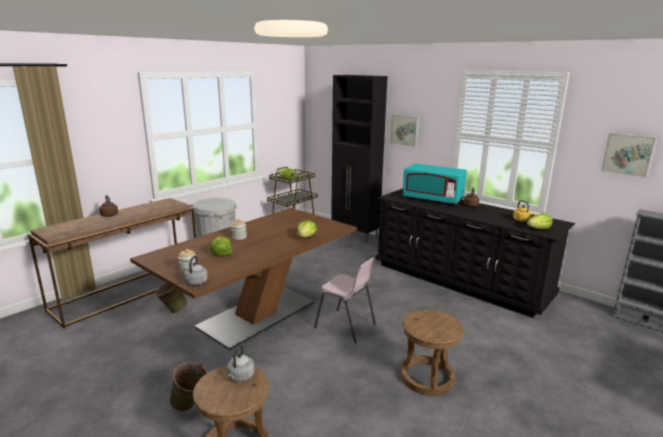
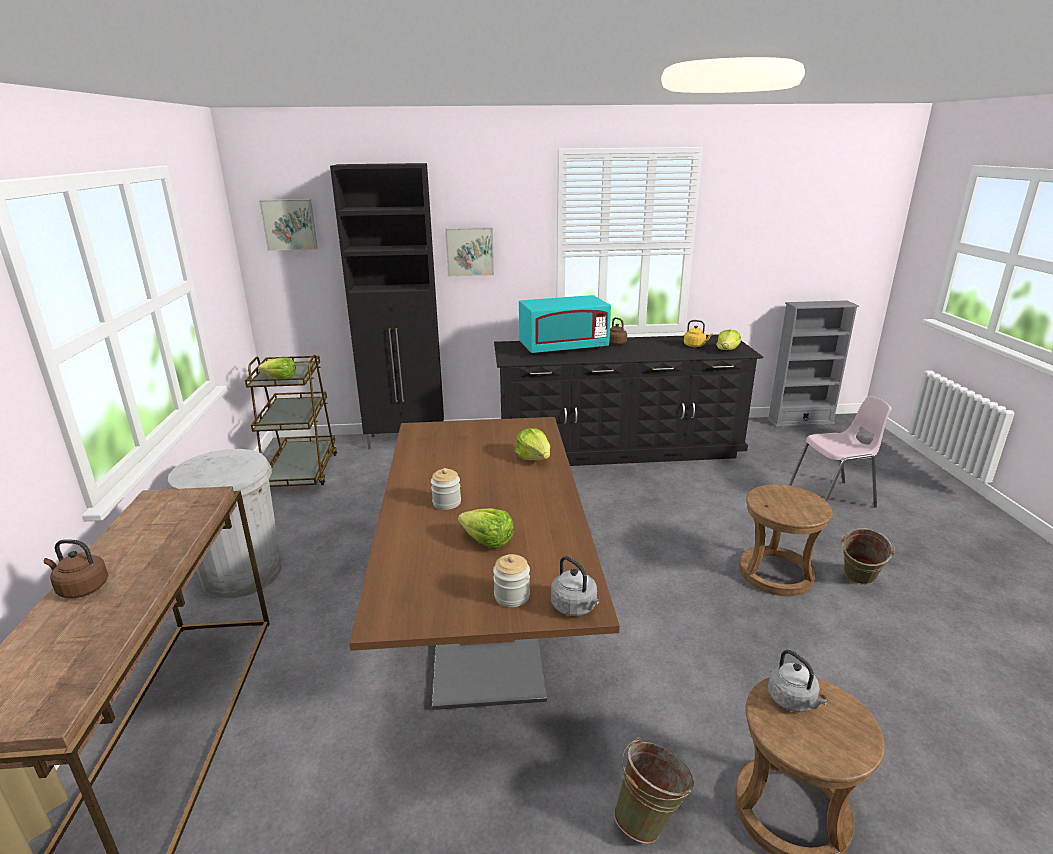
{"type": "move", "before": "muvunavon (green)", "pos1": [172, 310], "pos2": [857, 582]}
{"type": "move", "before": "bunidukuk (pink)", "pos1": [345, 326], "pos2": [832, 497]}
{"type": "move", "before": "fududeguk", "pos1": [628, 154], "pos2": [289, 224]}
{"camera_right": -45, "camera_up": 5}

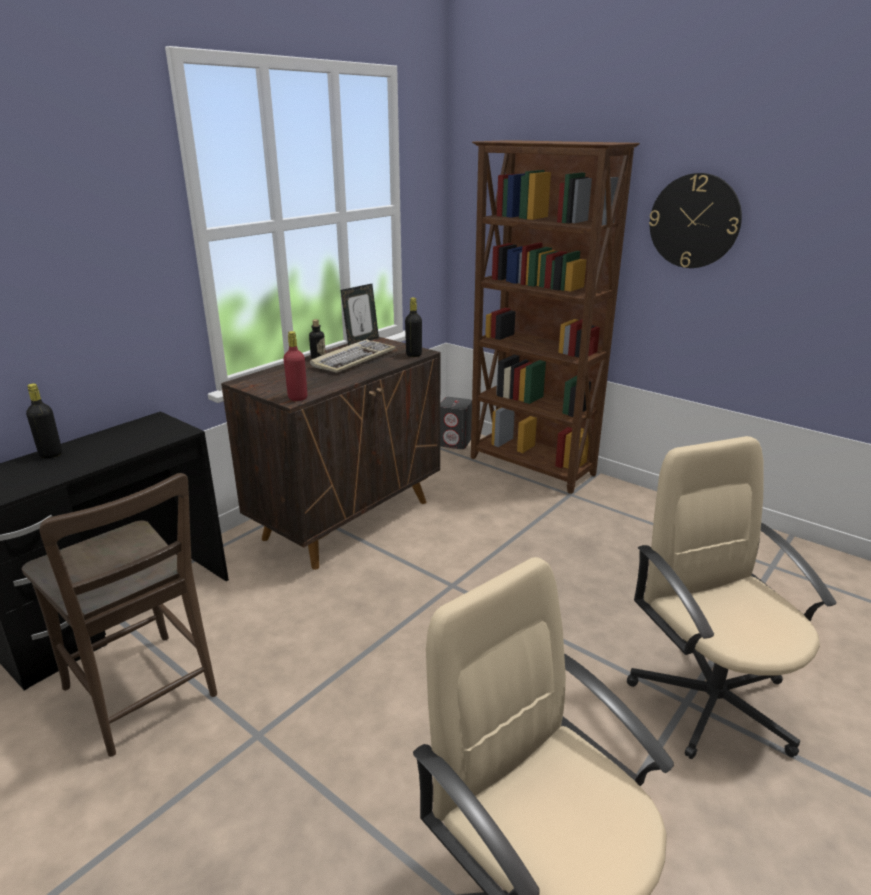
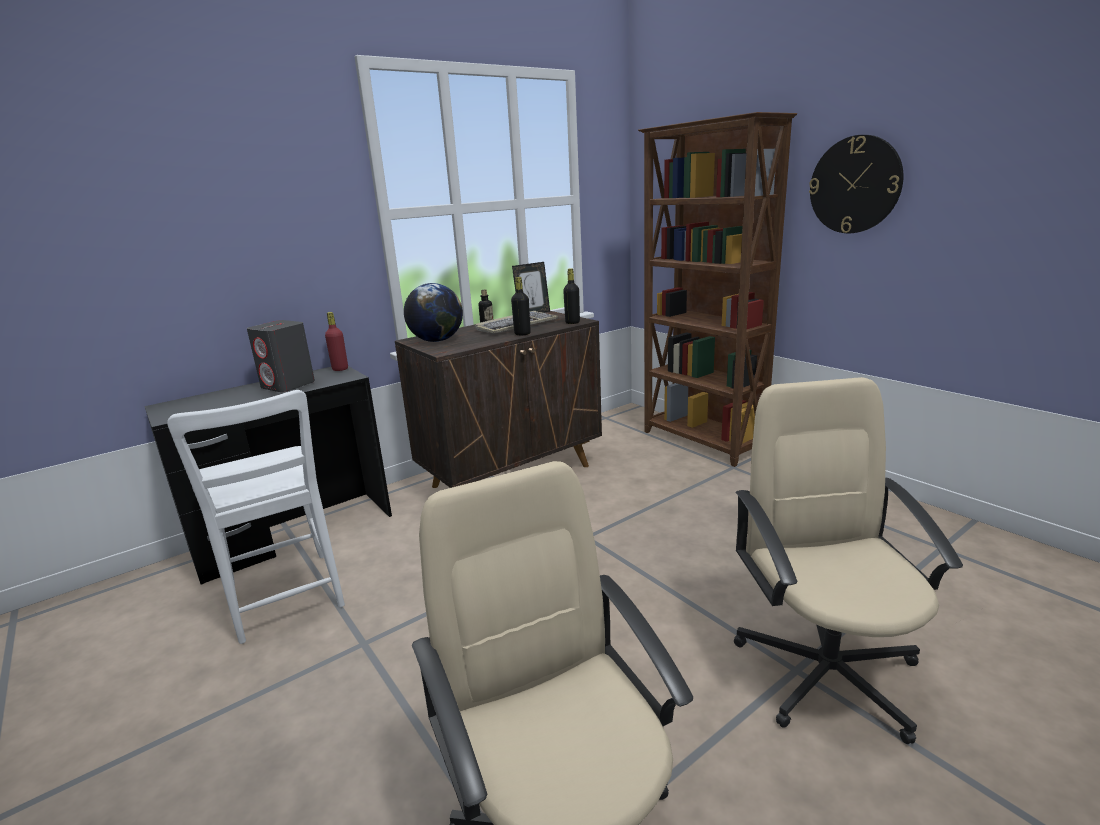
{"type": "recolor", "before": "bunidukuk (brown)", "after": "bunidukuk (white)", "pos1": [144, 696], "pos2": [286, 600]}
{"type": "move", "before": "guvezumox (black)", "pos1": [51, 454], "pos2": [522, 334]}
{"type": "move", "before": "guvezumox (red)", "pos1": [297, 398], "pos2": [340, 369]}
{"type": "move", "before": "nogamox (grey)", "pos1": [455, 443], "pos2": [288, 385]}
{"type": "insert", "after": "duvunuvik", "pos2": [436, 341]}
{"camera_right": 15, "camera_up": -5}

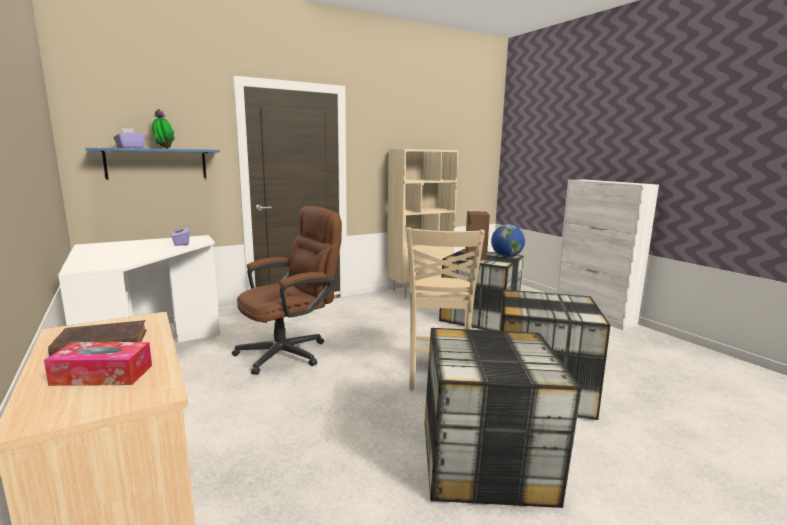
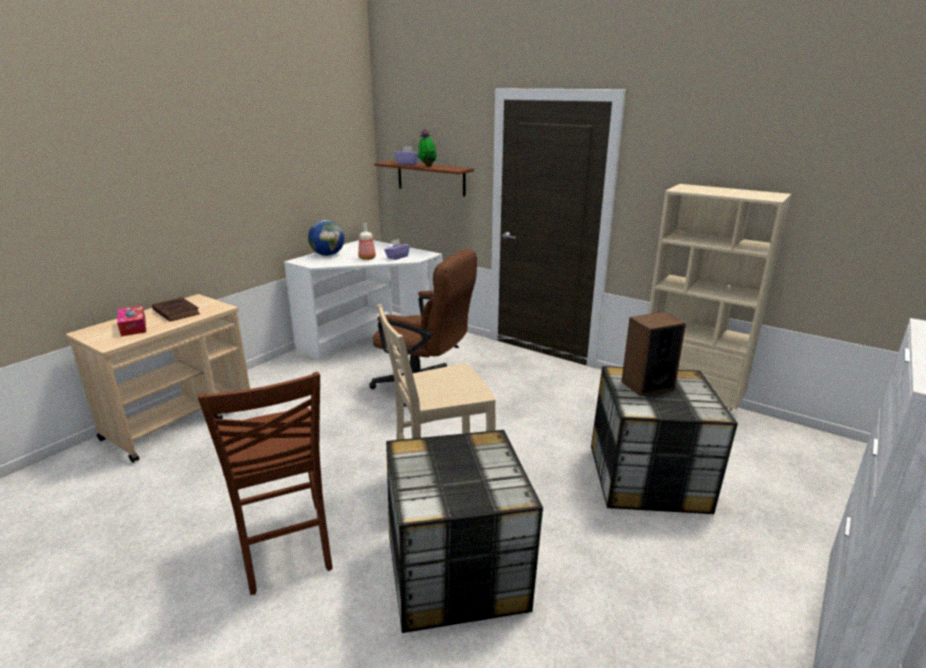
{"type": "recolor", "before": "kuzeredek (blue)", "after": "kuzeredek (brown)", "pos1": [156, 163], "pos2": [431, 178]}
{"type": "replace", "before": "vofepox", "after": "bunidukuk (brown)", "pos1": [486, 463], "pos2": [285, 549]}
{"type": "move", "before": "duvunuvik", "pos1": [506, 256], "pos2": [327, 255]}
{"type": "insert", "after": "guvezumox", "pos2": [367, 258]}
{"camera_right": 65, "camera_up": 10}

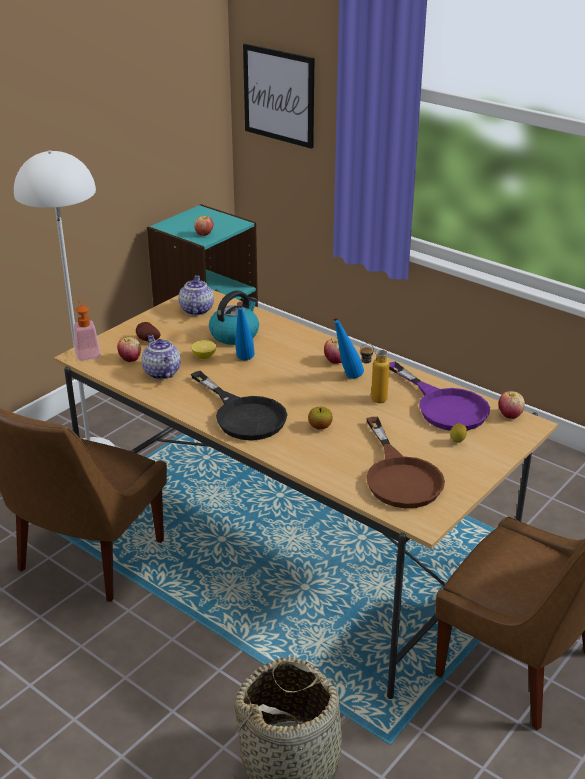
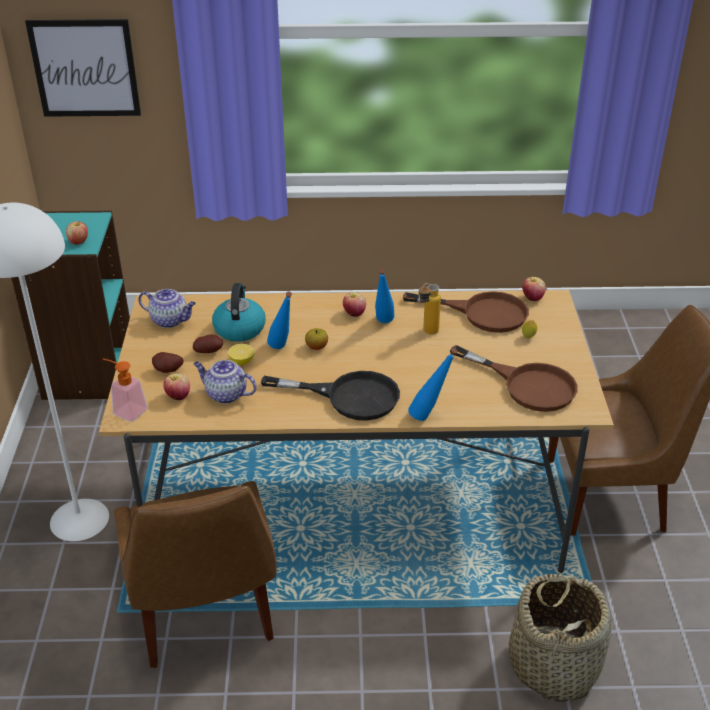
{"type": "rotate", "before": "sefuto", "pos1": [196, 309], "pos2": [170, 320], "turn": 150}
{"type": "move", "before": "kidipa", "pos1": [320, 427], "pos2": [316, 347]}
{"type": "recolor", "before": "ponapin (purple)", "after": "ponapin (brown)", "pos1": [444, 406], "pos2": [482, 313]}
{"type": "insert", "after": "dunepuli", "pos2": [209, 351]}
{"type": "insert", "after": "guvezumox (blue)", "pos2": [430, 416]}
{"camera_right": -40, "camera_up": 5}

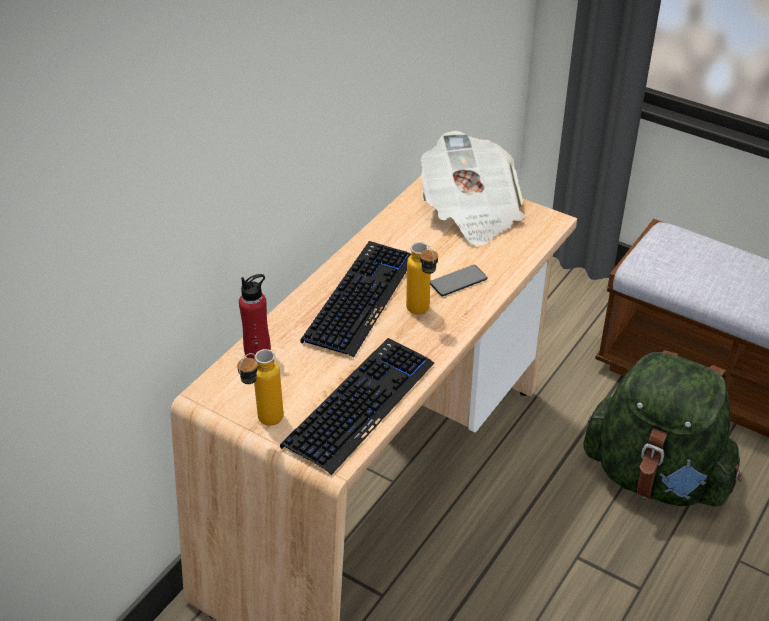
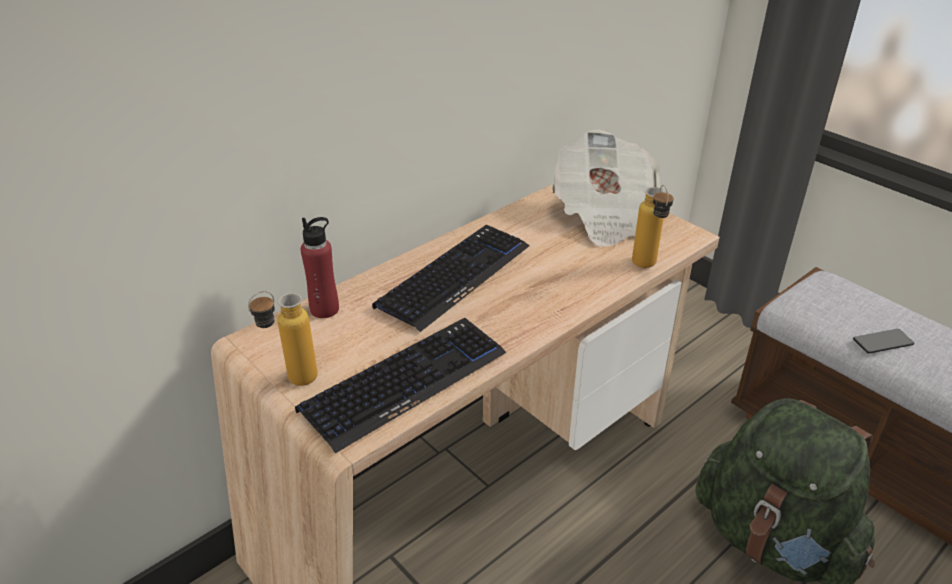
{"type": "move", "before": "guvezumox", "pos1": [422, 314], "pos2": [647, 268]}
{"type": "move", "before": "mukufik", "pos1": [458, 281], "pos2": [882, 342]}
{"camera_right": 15, "camera_up": -5}

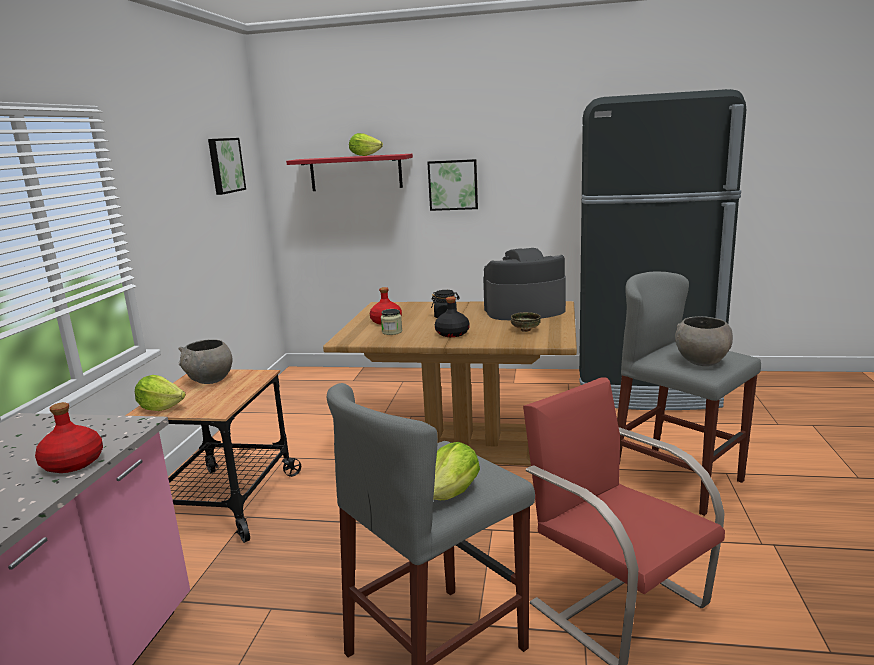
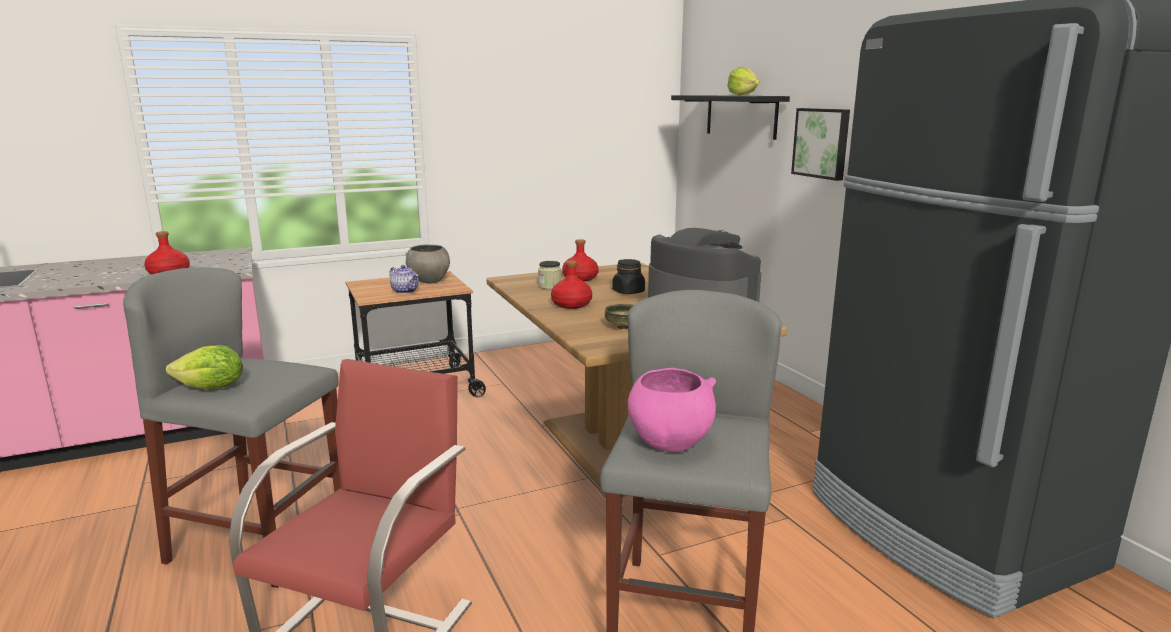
{"type": "delete", "before": "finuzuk", "pos1": [161, 408]}
{"type": "delete", "before": "fududeguk", "pos1": [225, 165]}
{"type": "recolor", "before": "kuzeredek (red)", "after": "kuzeredek (black)", "pos1": [355, 173], "pos2": [741, 116]}
{"type": "recolor", "before": "guvezumox (black)", "after": "guvezumox (red)", "pos1": [452, 333], "pos2": [571, 304]}
{"type": "recolor", "before": "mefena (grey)", "after": "mefena (pink)", "pos1": [701, 361], "pos2": [669, 441]}
{"type": "insert", "after": "sefuto", "pos2": [405, 291]}
{"camera_right": 55, "camera_up": 0}

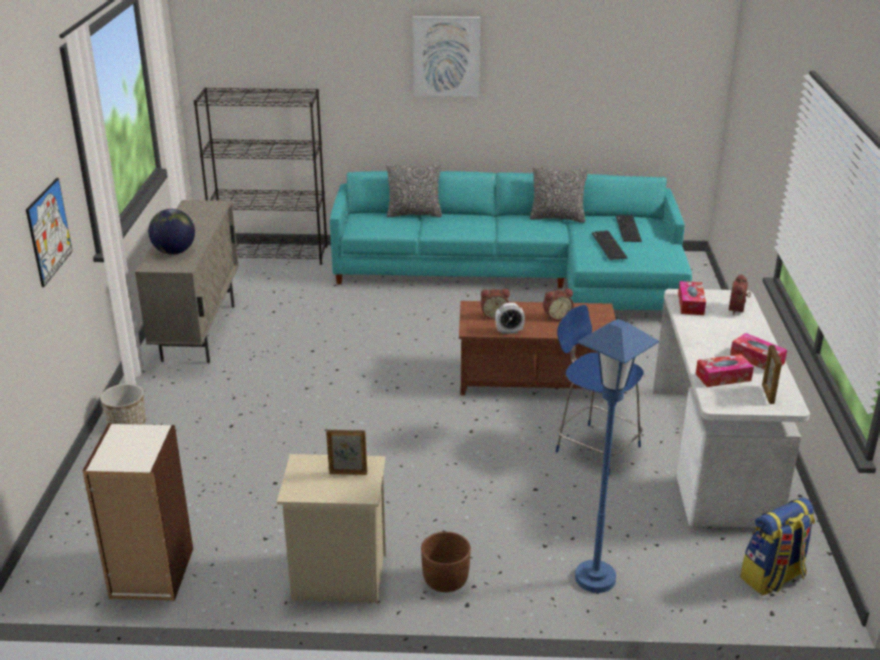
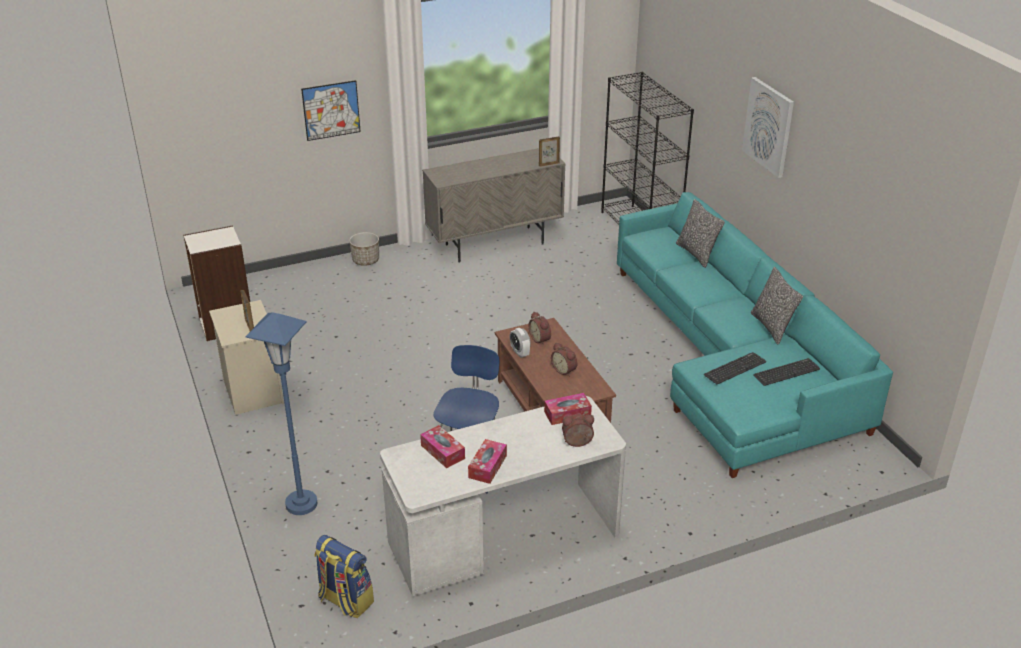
{"type": "delete", "before": "duvunuvik", "pos1": [174, 252]}
{"type": "delete", "before": "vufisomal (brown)", "pos1": [445, 580]}
{"type": "move", "before": "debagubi", "pos1": [767, 394], "pos2": [548, 164]}
{"camera_right": 65, "camera_up": 5}

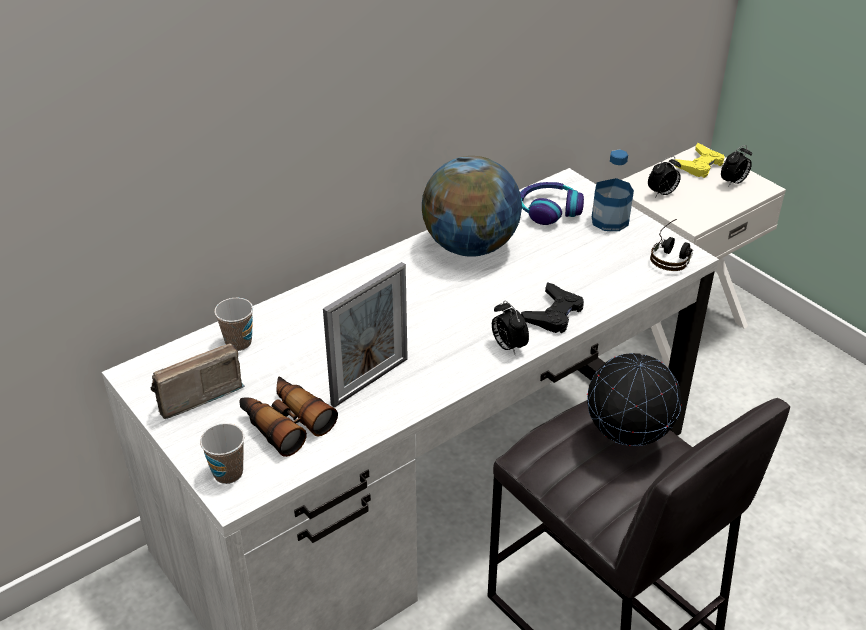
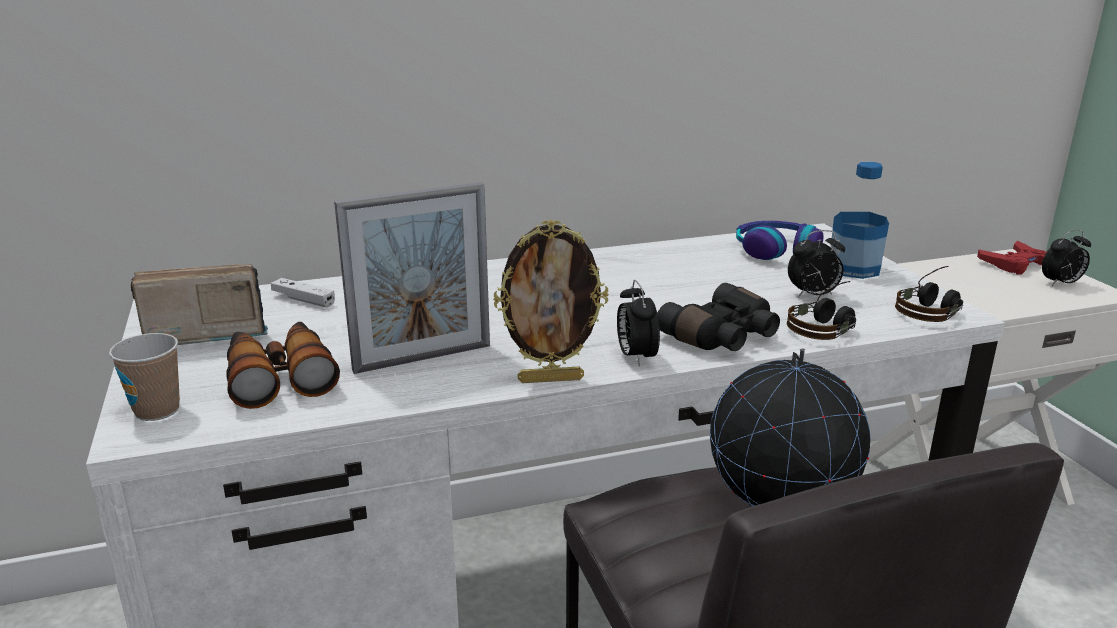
{"type": "replace", "before": "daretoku", "after": "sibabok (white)", "pos1": [238, 343], "pos2": [303, 300]}
{"type": "delete", "before": "duvunuvik", "pos1": [470, 247]}
{"type": "replace", "before": "sibabok (black)", "after": "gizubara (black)", "pos1": [554, 314], "pos2": [723, 337]}
{"type": "move", "before": "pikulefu", "pos1": [662, 194], "pos2": [813, 295]}
{"type": "recolor", "before": "sibabok (yellow)", "after": "sibabok (red)", "pos1": [699, 165], "pos2": [1015, 264]}
{"type": "insert", "after": "debagubi", "pos2": [551, 379]}
{"type": "insert", "after": "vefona", "pos2": [827, 325]}
{"camera_right": 20, "camera_up": -15}

